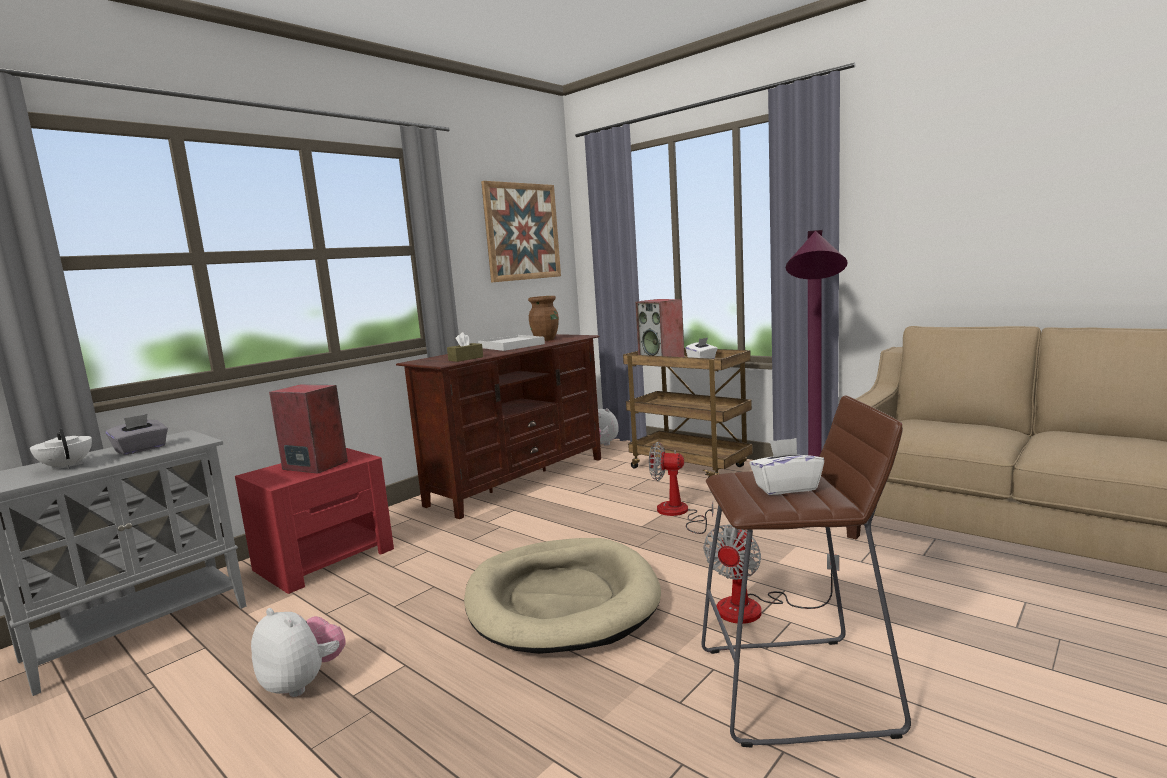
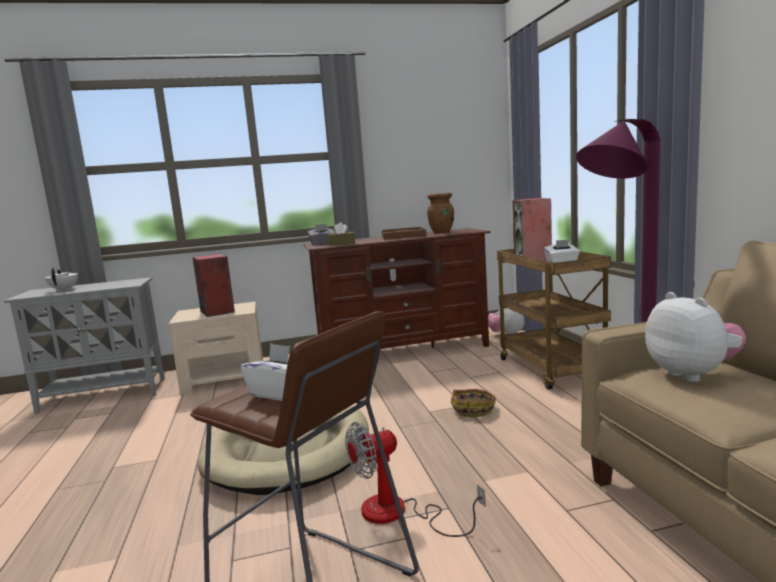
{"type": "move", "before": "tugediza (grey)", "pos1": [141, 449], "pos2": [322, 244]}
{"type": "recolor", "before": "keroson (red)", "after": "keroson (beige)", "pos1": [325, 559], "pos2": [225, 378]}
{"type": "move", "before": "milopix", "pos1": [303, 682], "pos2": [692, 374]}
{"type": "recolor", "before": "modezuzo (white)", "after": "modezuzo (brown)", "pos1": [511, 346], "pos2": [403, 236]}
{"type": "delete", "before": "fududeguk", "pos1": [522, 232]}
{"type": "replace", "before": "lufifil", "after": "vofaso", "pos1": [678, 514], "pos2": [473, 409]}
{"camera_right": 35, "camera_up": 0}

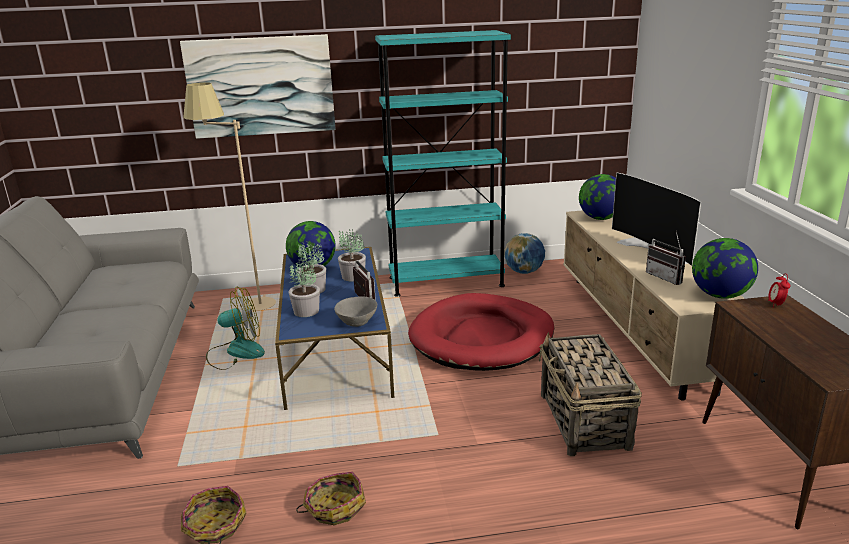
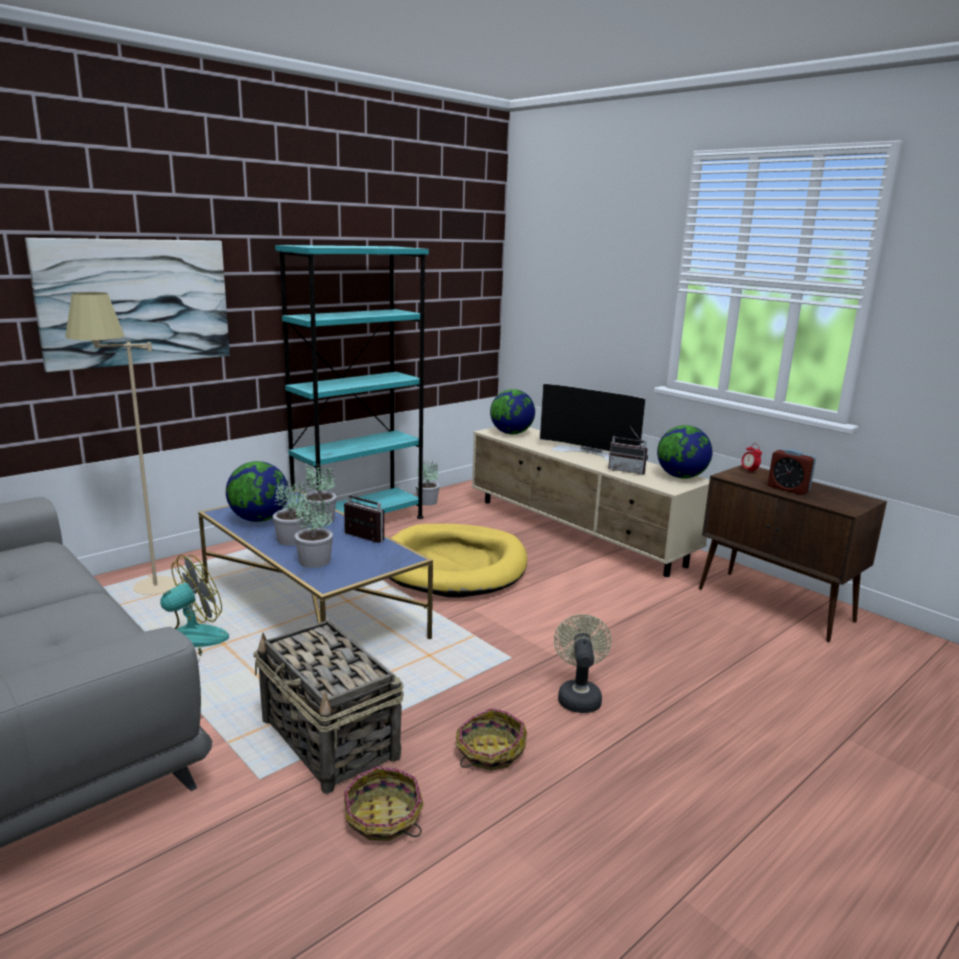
{"type": "delete", "before": "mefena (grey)", "pos1": [356, 322]}
{"type": "recolor", "before": "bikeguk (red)", "after": "bikeguk (yellow)", "pos1": [482, 337], "pos2": [454, 566]}
{"type": "replace", "before": "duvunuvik", "after": "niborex", "pos1": [524, 272], "pos2": [427, 502]}
{"type": "move", "before": "vofaso", "pos1": [584, 422], "pos2": [330, 740]}
{"type": "insert", "after": "lufifil (beige)", "pos2": [578, 696]}
{"type": "insert", "after": "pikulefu", "pos2": [788, 489]}
{"camera_right": -35, "camera_up": -5}

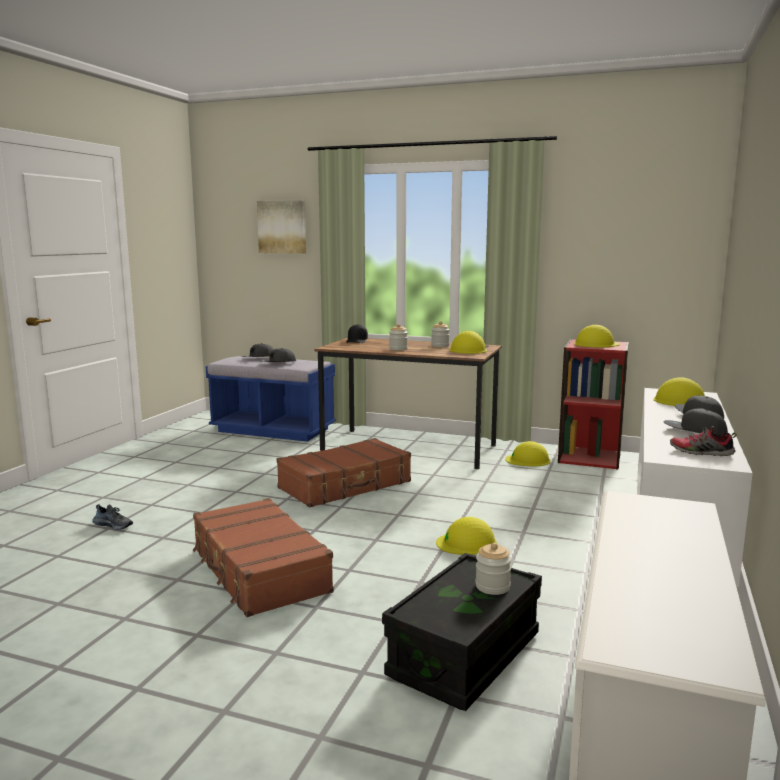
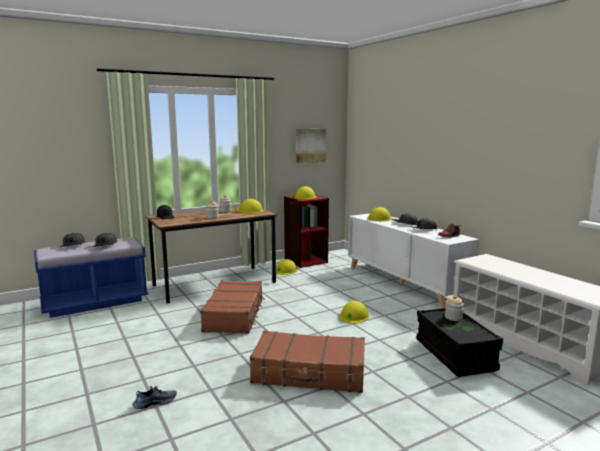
{"type": "move", "before": "fududeguk", "pos1": [282, 227], "pos2": [310, 145]}
{"camera_right": -50, "camera_up": 0}

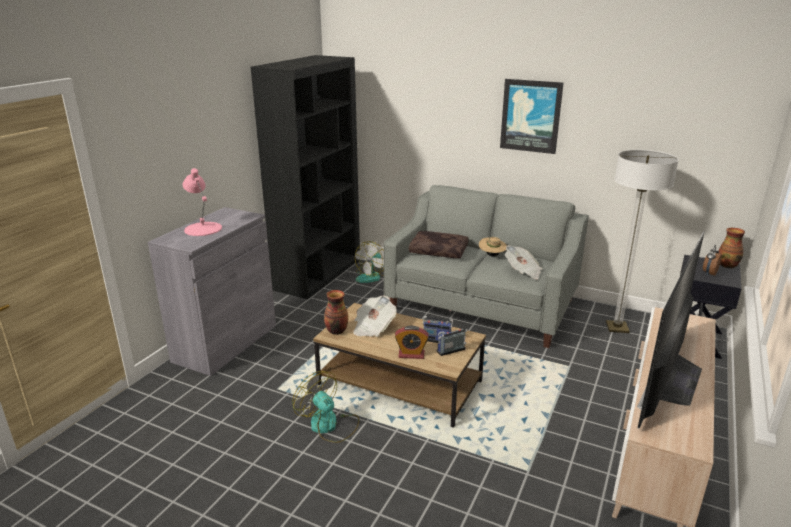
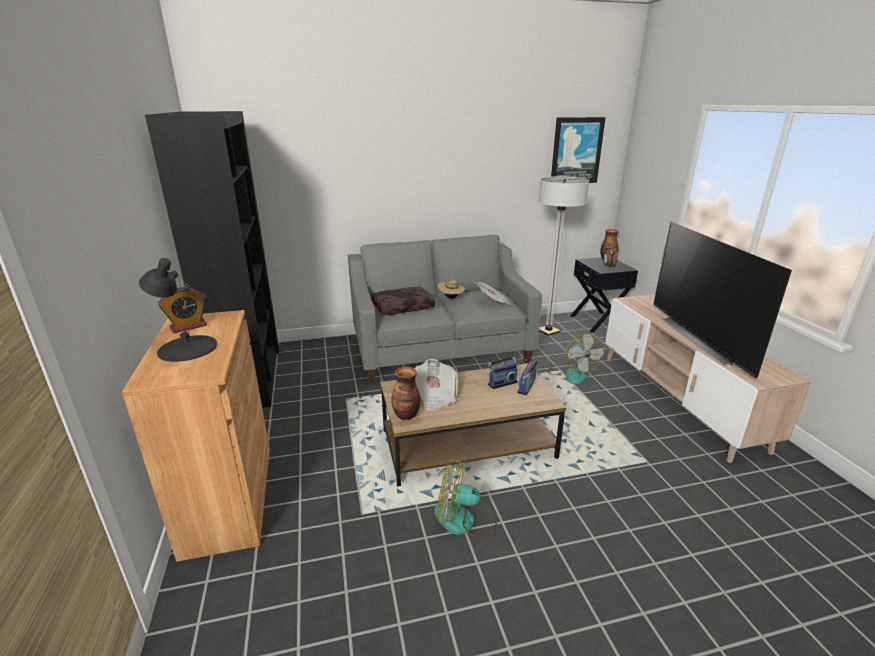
{"type": "recolor", "before": "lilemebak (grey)", "after": "lilemebak (brown)", "pos1": [225, 343], "pos2": [229, 497]}
{"type": "recolor", "before": "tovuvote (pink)", "after": "tovuvote (black)", "pos1": [203, 228], "pos2": [187, 348]}
{"type": "move", "before": "lufifil", "pos1": [371, 276], "pos2": [572, 373]}
{"type": "move", "before": "pikulefu", "pos1": [411, 354], "pos2": [188, 326]}
{"type": "move", "before": "fududeguk", "pos1": [530, 116], "pos2": [576, 151]}
{"camera_right": -40, "camera_up": 0}

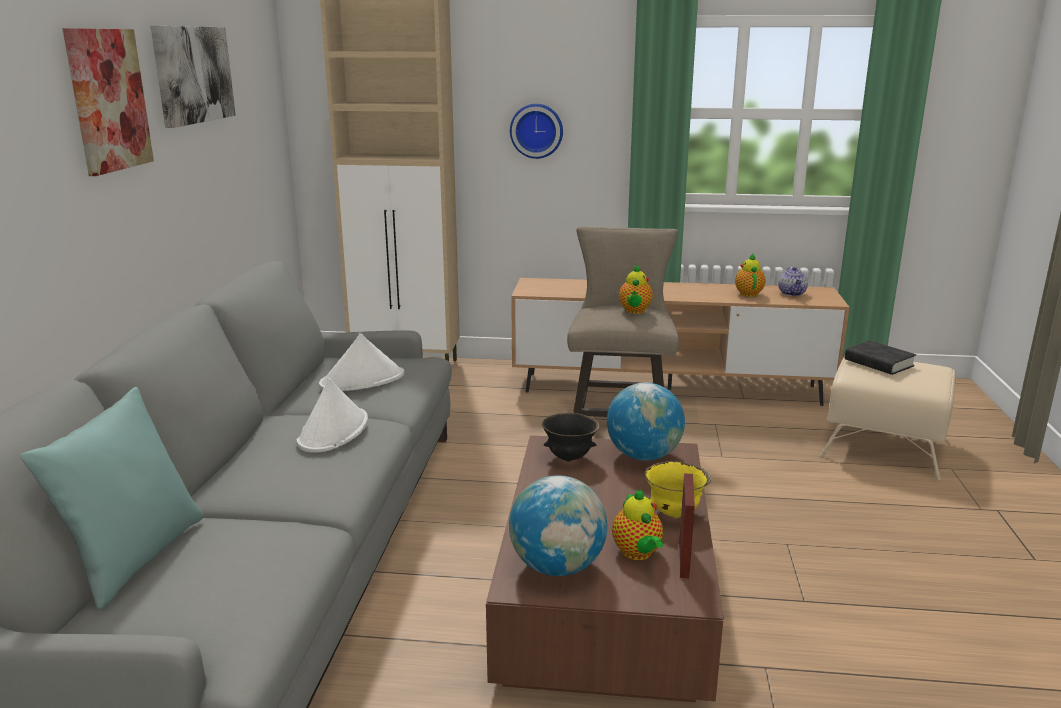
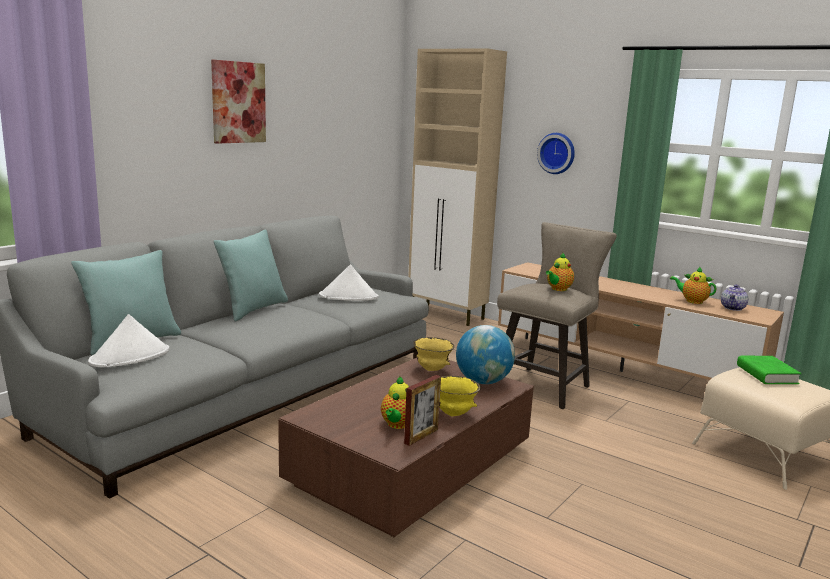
{"type": "delete", "before": "fududeguk", "pos1": [193, 74]}
{"type": "move", "before": "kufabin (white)", "pos1": [333, 431], "pos2": [130, 357]}
{"type": "delete", "before": "duvunuvik", "pos1": [557, 567]}
{"type": "recolor", "before": "mefena (black)", "after": "mefena (yellow)", "pos1": [569, 458], "pos2": [432, 370]}
{"type": "rotate", "before": "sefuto", "pos1": [748, 293], "pos2": [692, 301], "turn": -90}
{"type": "recolor", "before": "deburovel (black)", "after": "deburovel (green)", "pos1": [878, 363], "pos2": [766, 374]}
{"type": "insert", "after": "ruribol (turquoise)", "pos2": [253, 309]}
{"camera_right": 30, "camera_up": -5}

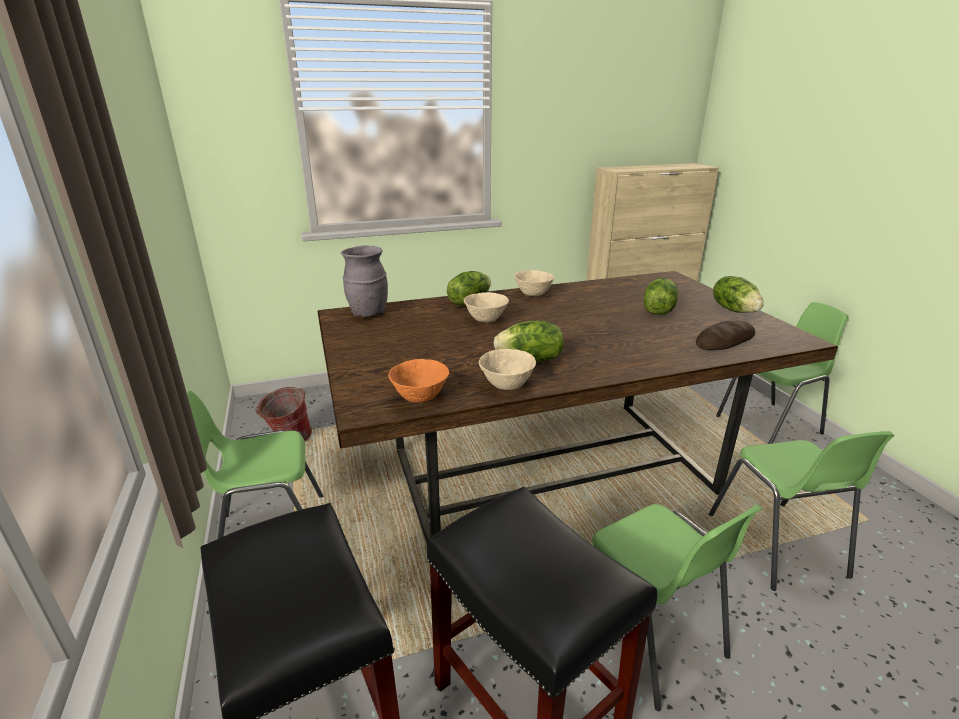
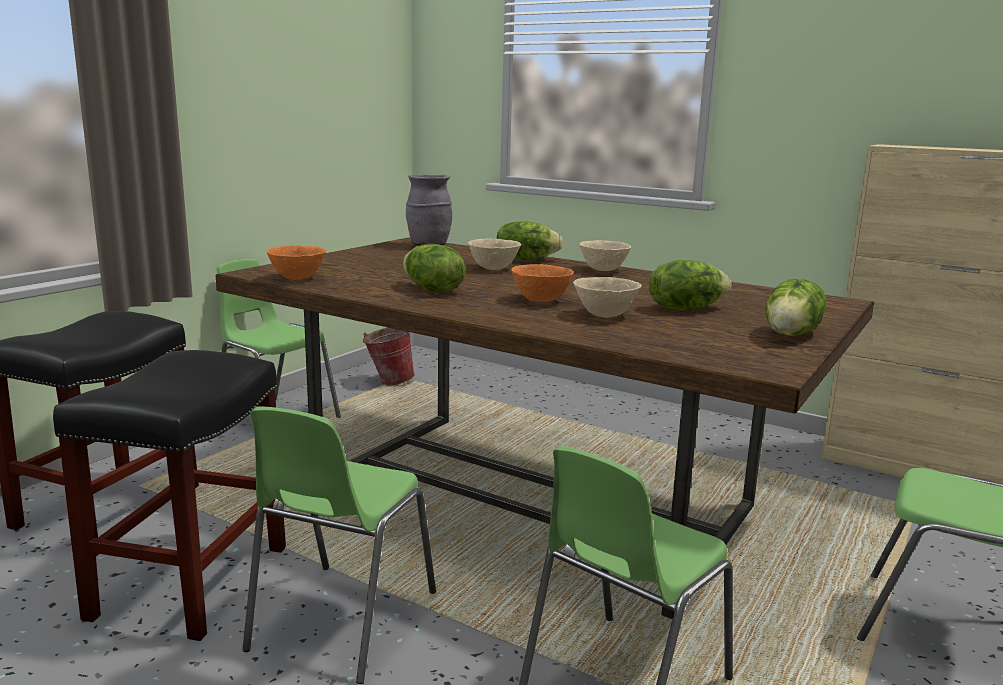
{"type": "move", "before": "mefena (beige)", "pos1": [506, 386], "pos2": [604, 315]}
{"type": "delete", "before": "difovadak", "pos1": [724, 340]}
{"type": "insert", "after": "mefena (orange)", "pos2": [541, 300]}
{"camera_right": 50, "camera_up": -10}

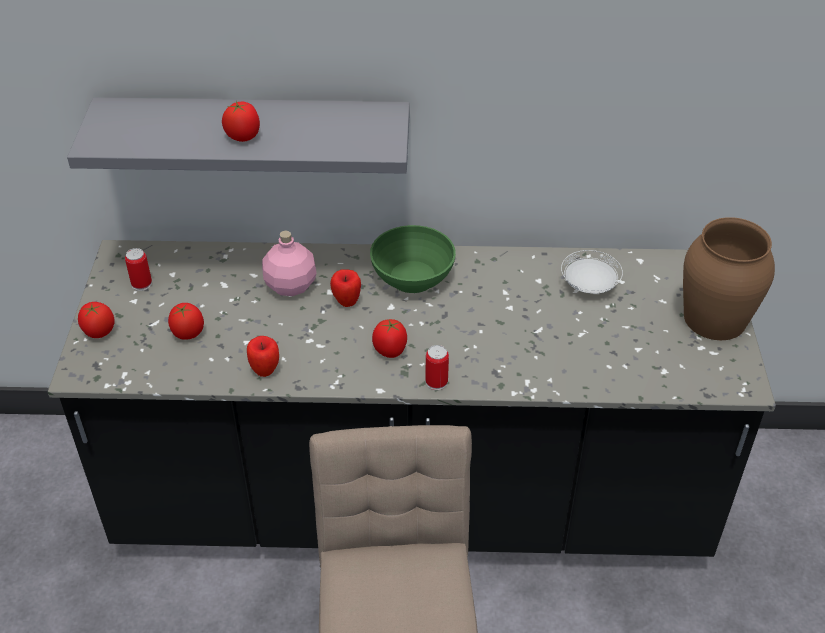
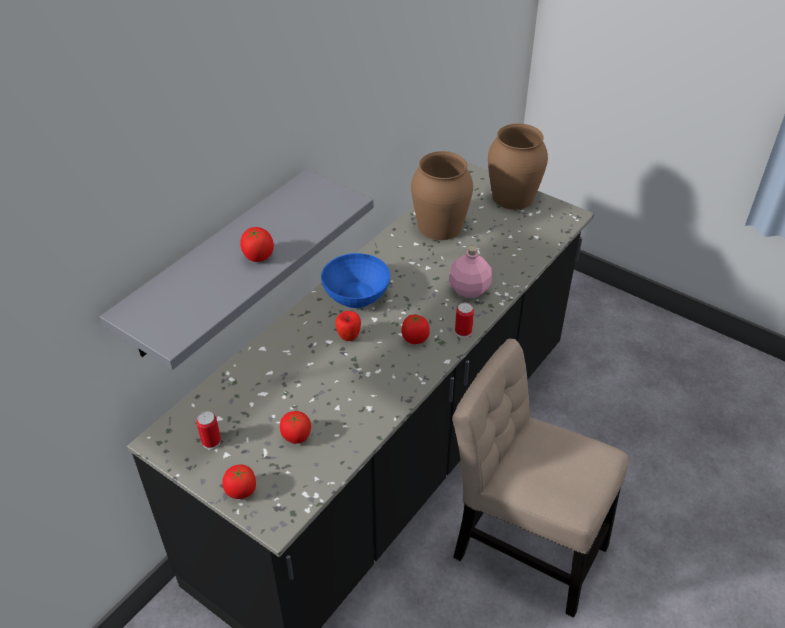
{"type": "delete", "before": "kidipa", "pos1": [265, 370]}
{"type": "move", "before": "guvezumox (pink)", "pos1": [290, 285], "pos2": [468, 290]}
{"type": "recolor", "before": "mefena (green)", "after": "mefena (blue)", "pos1": [412, 276], "pos2": [355, 295]}
{"type": "replace", "before": "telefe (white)", "after": "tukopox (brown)", "pos1": [589, 285], "pos2": [440, 226]}
{"camera_right": -55, "camera_up": 0}

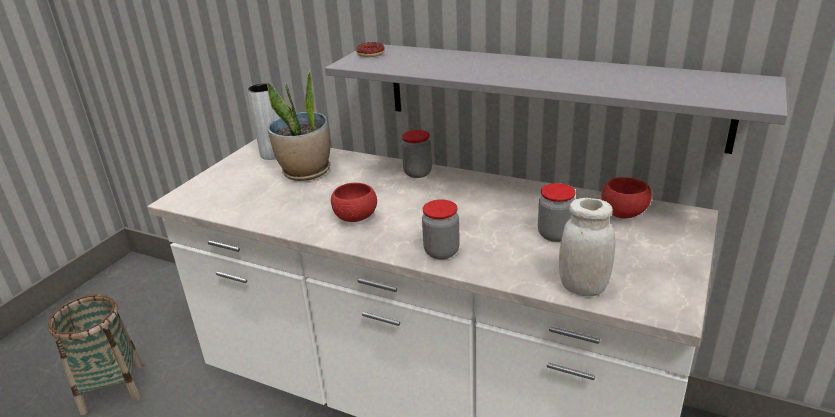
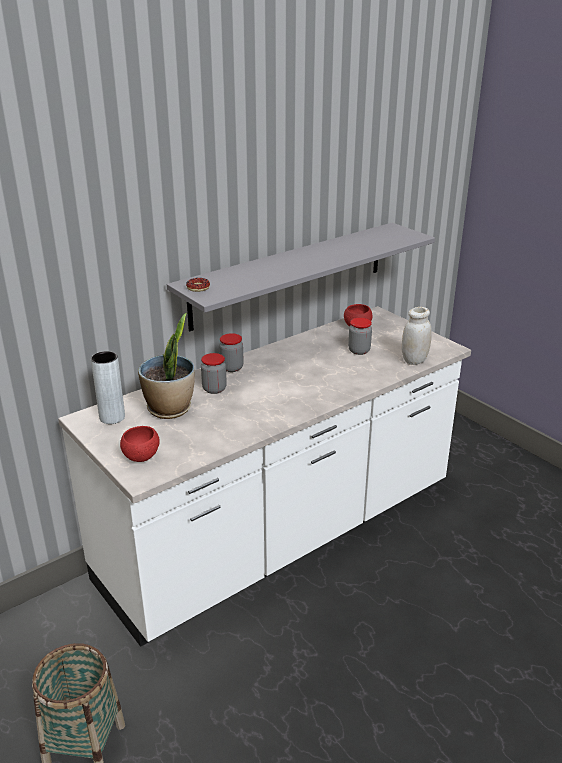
{"type": "move", "before": "mefena (red)", "pos1": [356, 217], "pos2": [141, 456]}
{"type": "move", "before": "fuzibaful", "pos1": [441, 252], "pos2": [214, 389]}
{"camera_right": -65, "camera_up": 0}

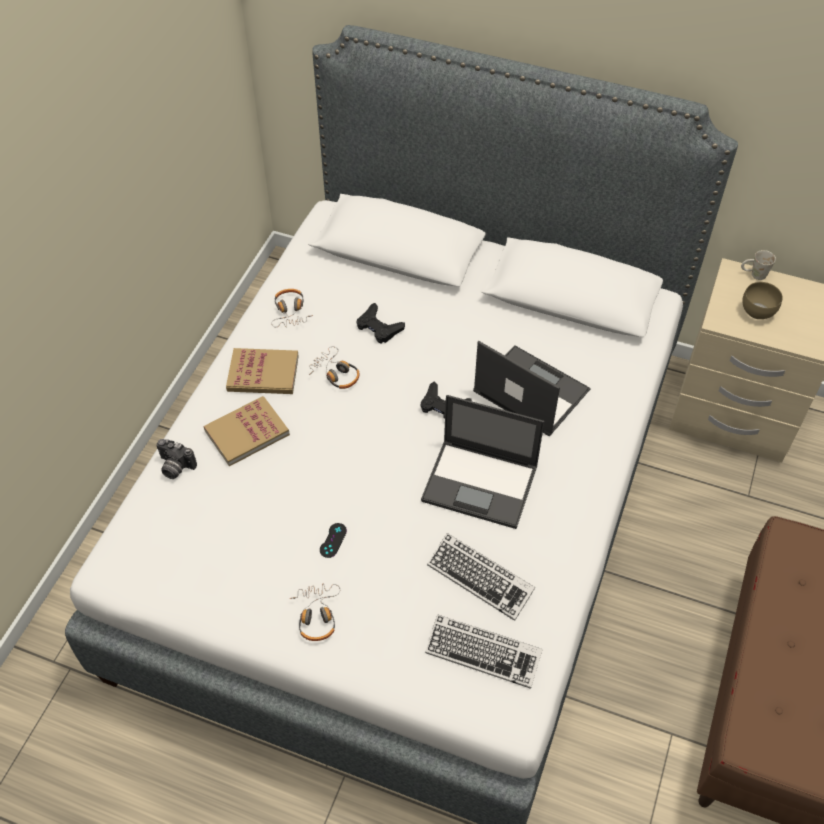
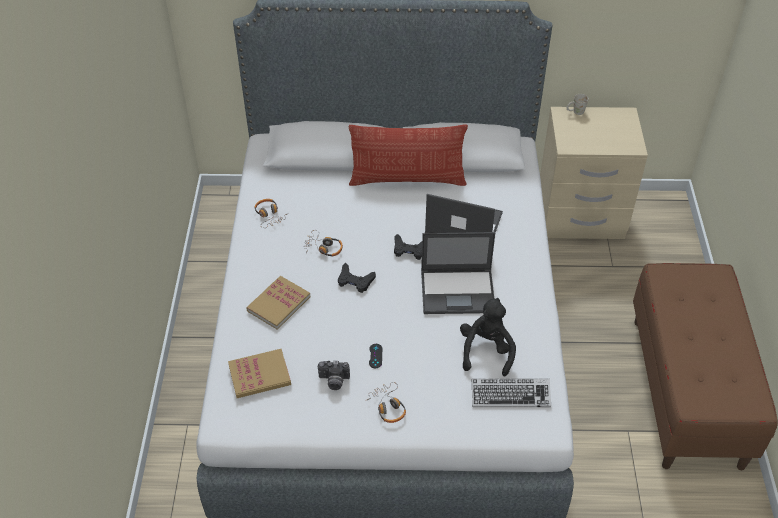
{"type": "move", "before": "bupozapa", "pos1": [175, 467], "pos2": [333, 381]}
{"type": "move", "before": "deburovel", "pos1": [263, 373], "pos2": [259, 375]}
{"type": "move", "before": "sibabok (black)", "pos1": [379, 327], "pos2": [355, 281]}
{"type": "replace", "before": "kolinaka", "after": "milopix (black)", "pos1": [480, 579], "pos2": [486, 351]}
{"type": "delete", "before": "mefena (brown)", "pos1": [758, 312]}
{"type": "insert", "after": "ruribol", "pos2": [407, 179]}
{"camera_right": -20, "camera_up": -5}

